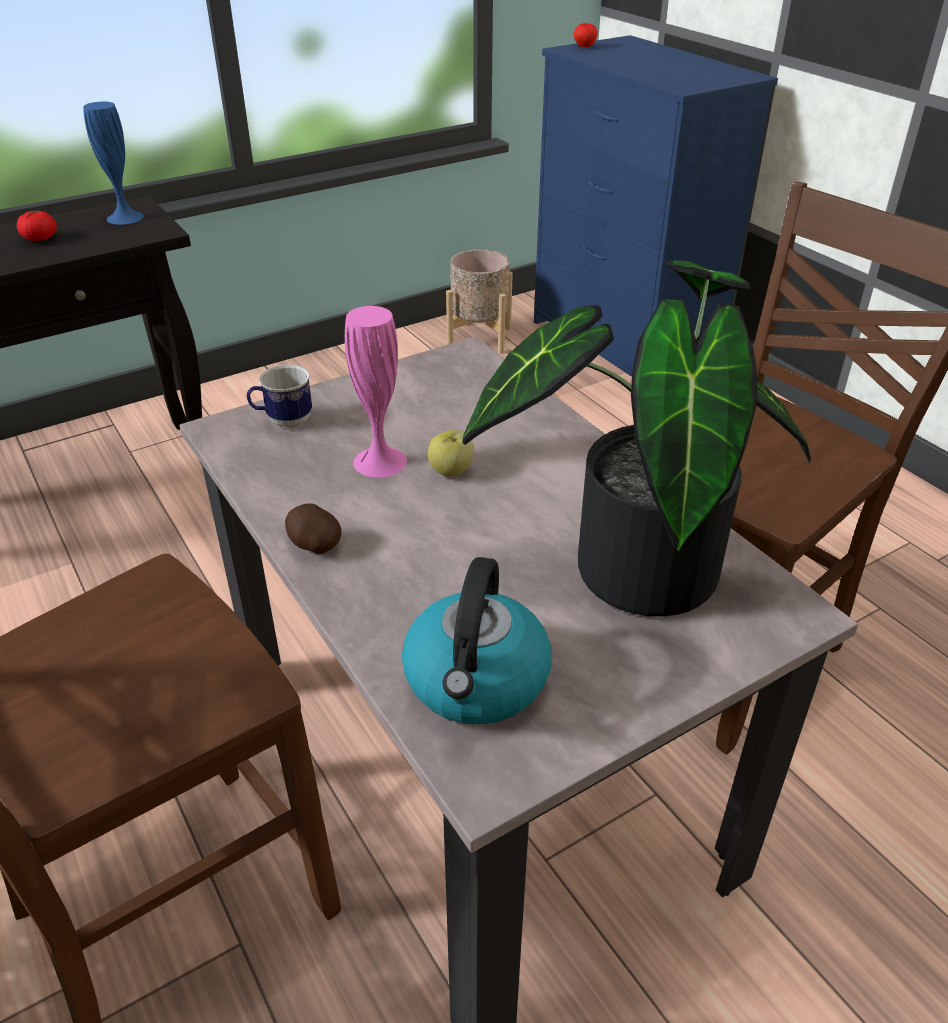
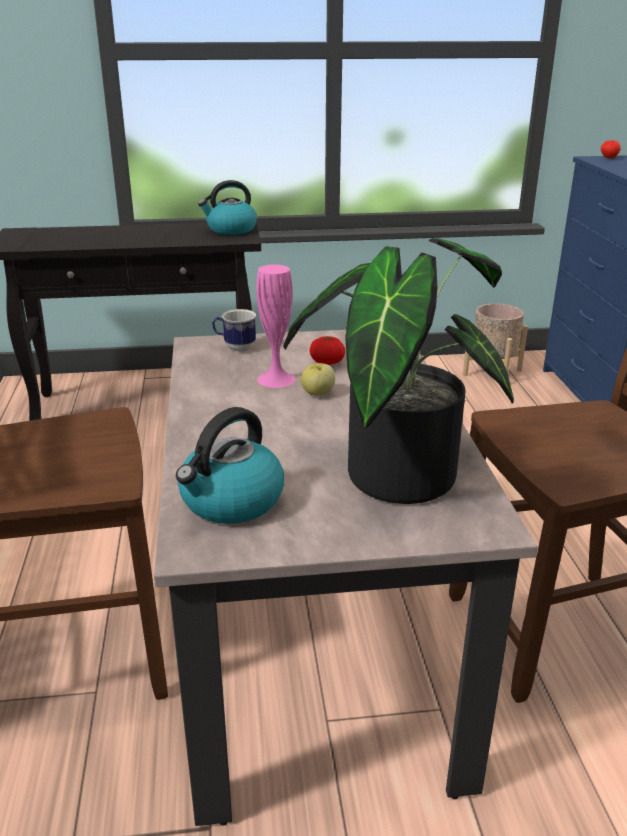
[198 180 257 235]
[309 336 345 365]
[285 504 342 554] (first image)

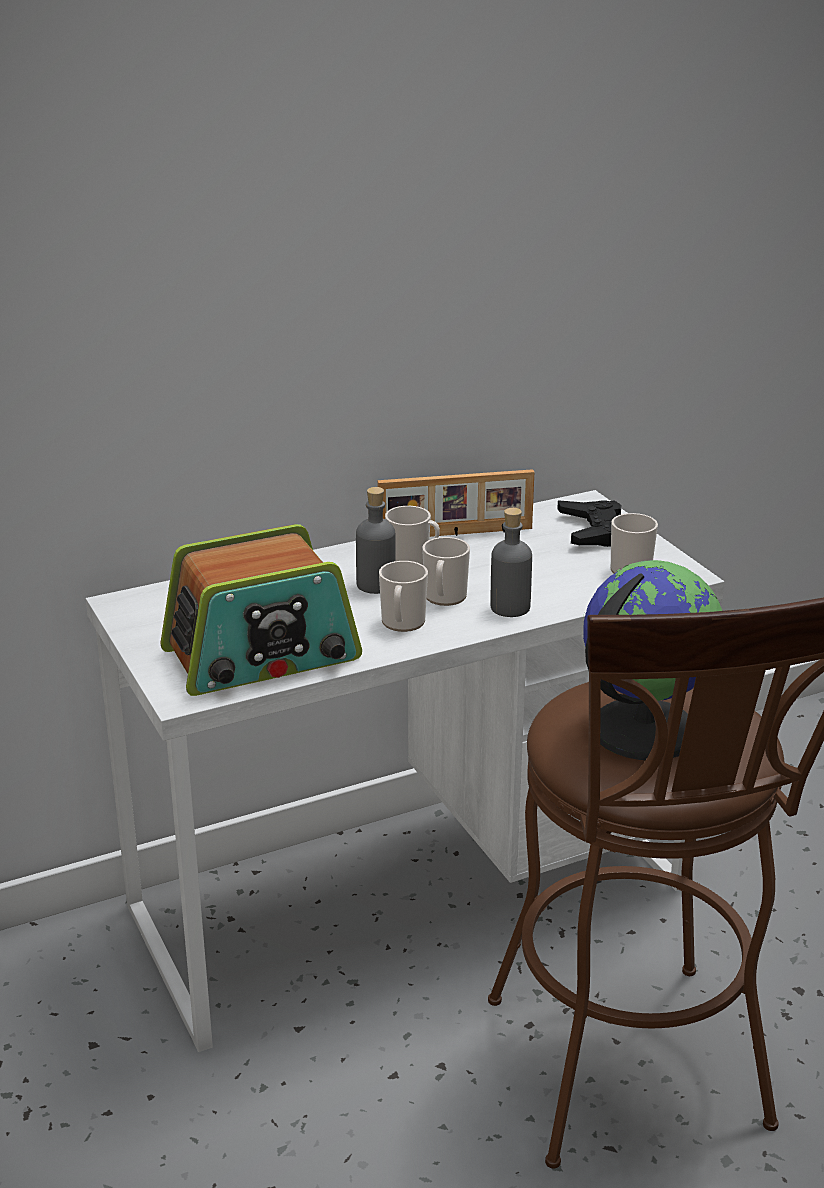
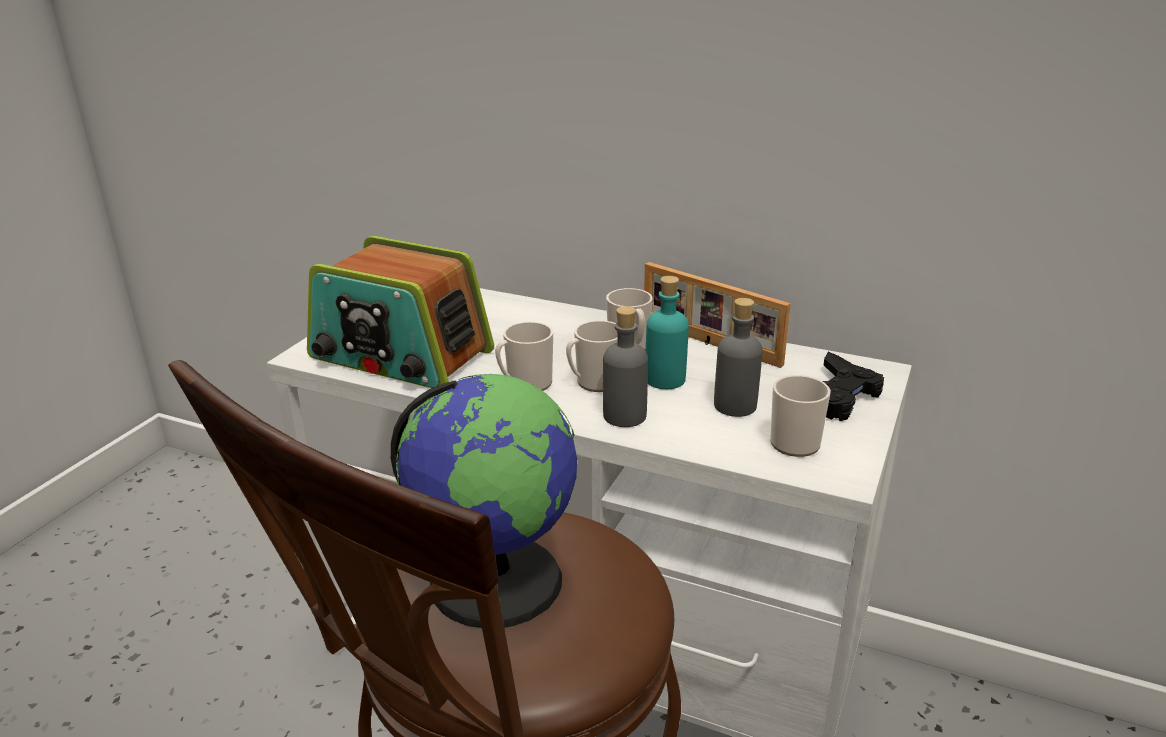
[714 298 763 417]
[646 276 689 389]

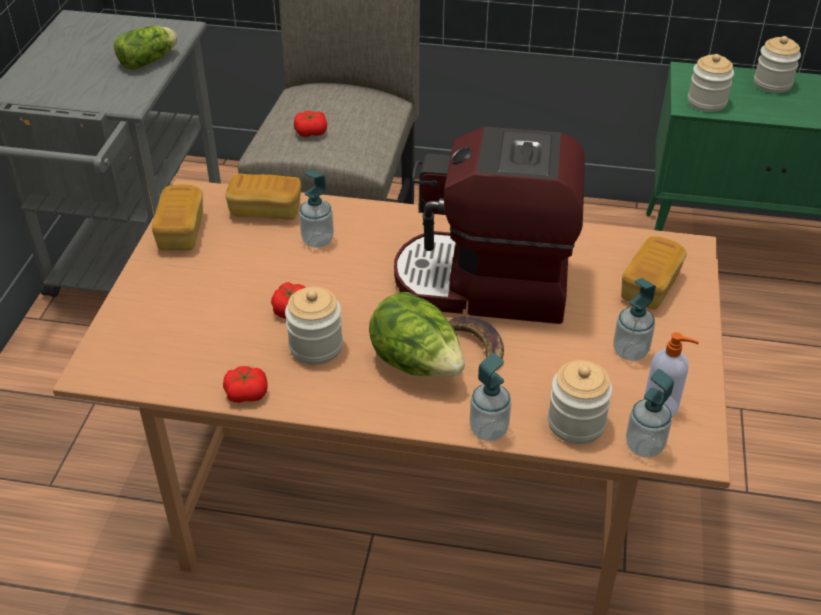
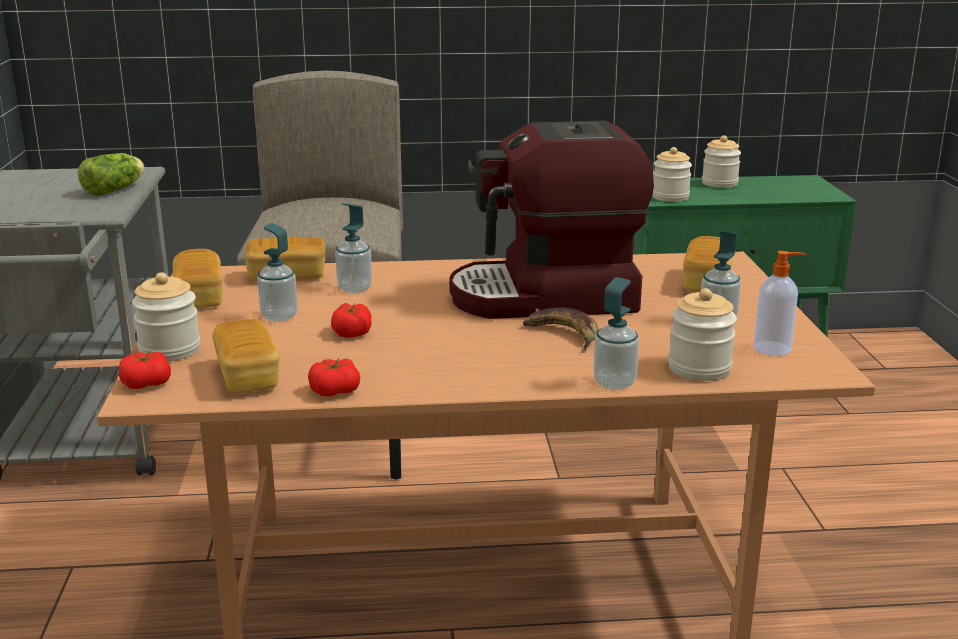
[119 352 171 389]
[132 272 200 361]
[369 292 465 376] (first image)
[257 223 298 322]
[212 319 280 393]

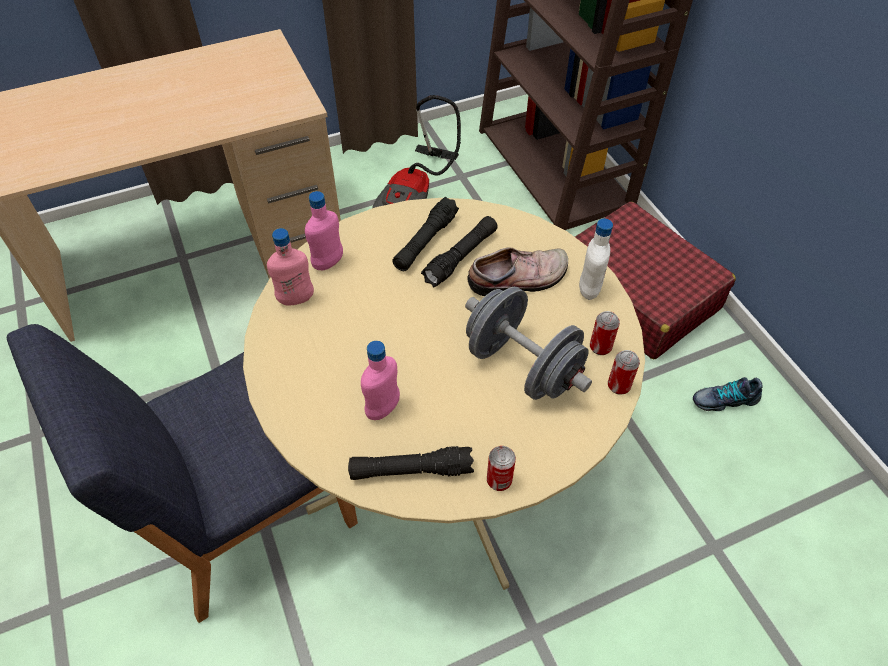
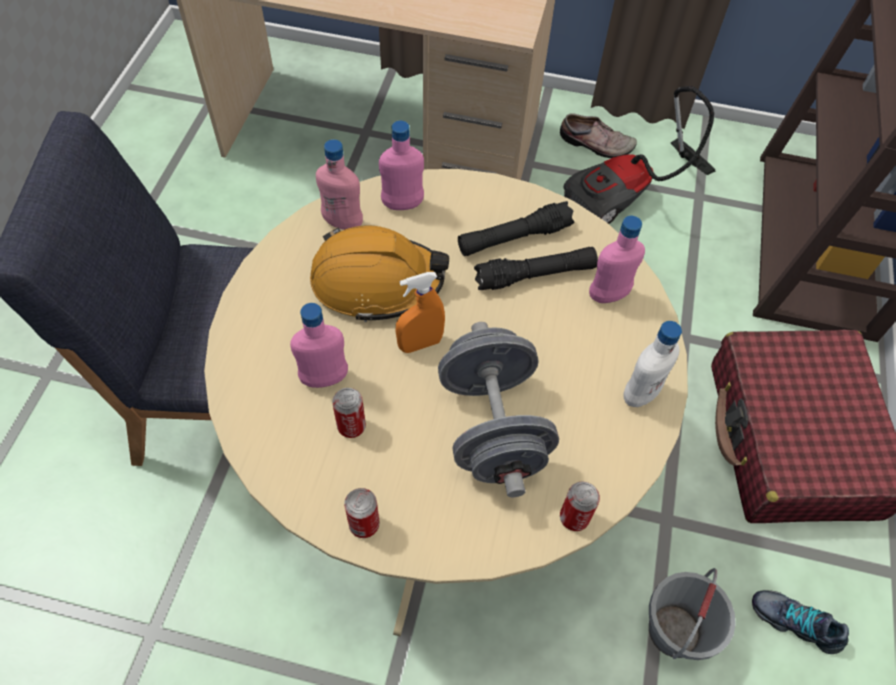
[560 113 637 158]
[332 388 366 438]
[348 446 474 480] (first image)
[589 216 645 303]
[310 225 449 322]
[396 272 445 353]
[649 568 736 660]

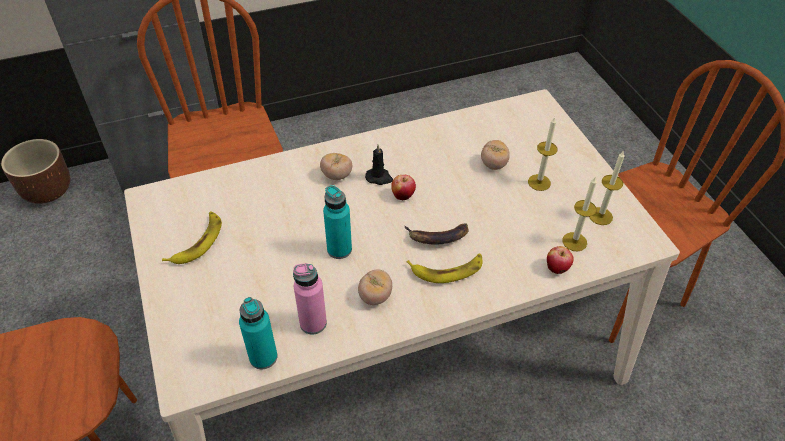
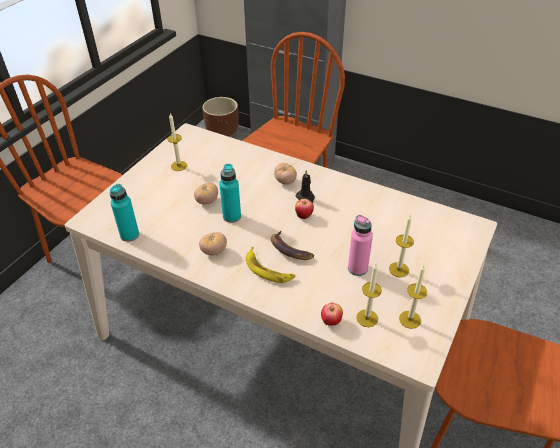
[194 182 218 205]
[167 114 187 171]
[348 215 373 276]

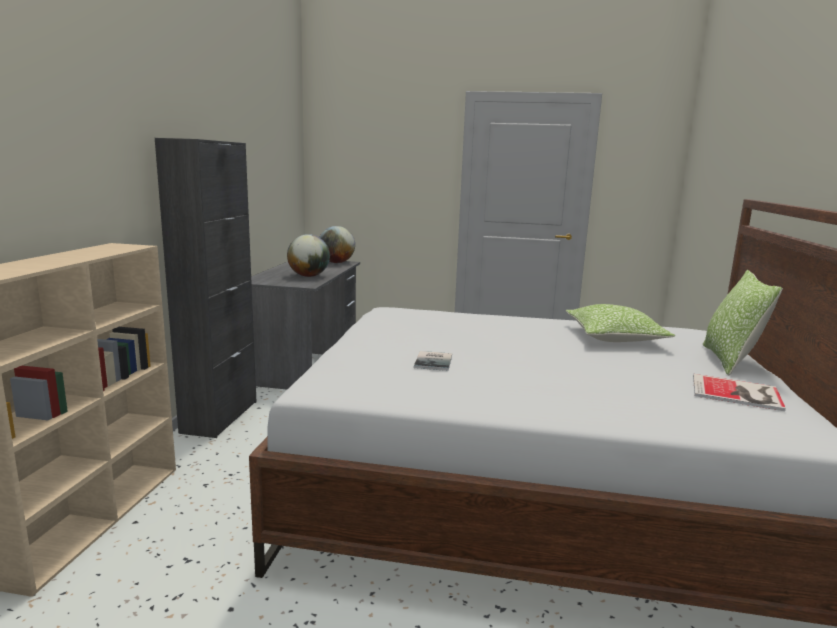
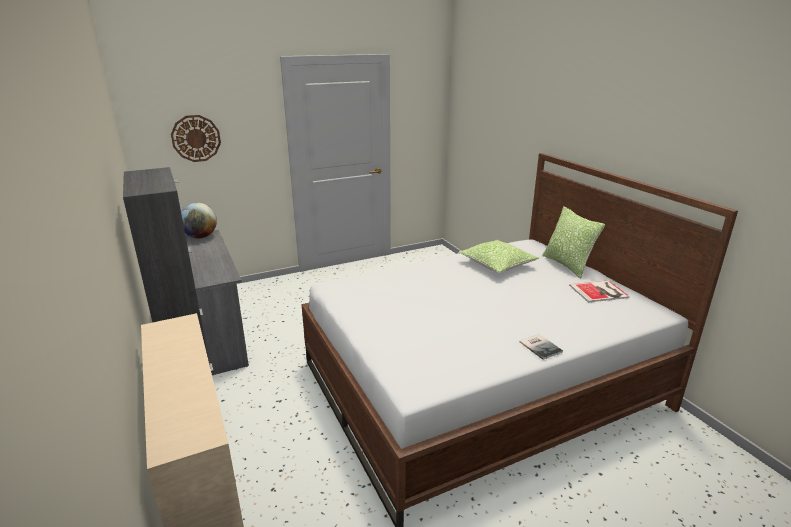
[287 234 330 277] (first image)
[520 334 563 360]
[171 115 221 162]

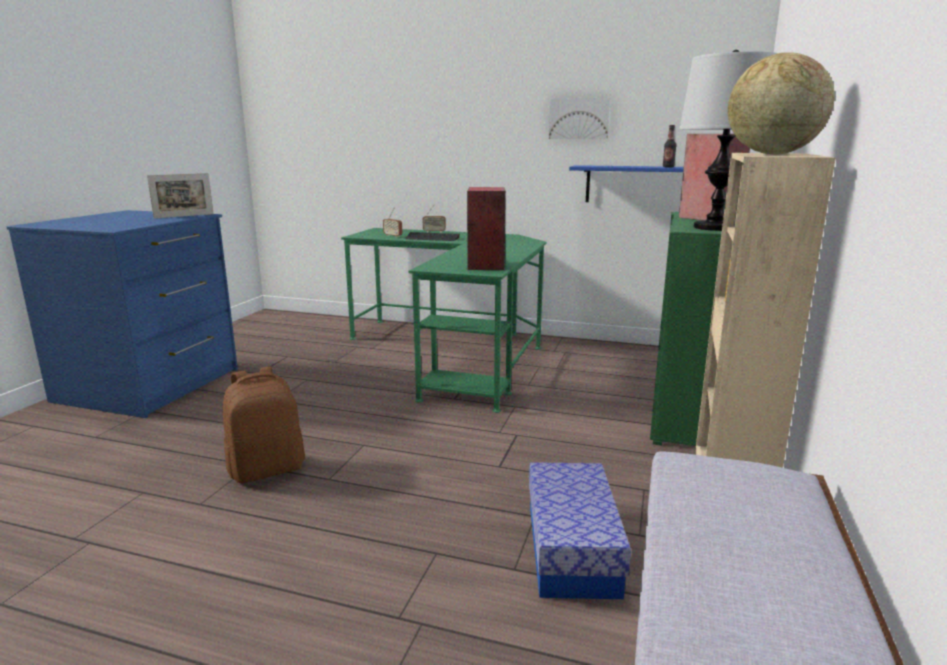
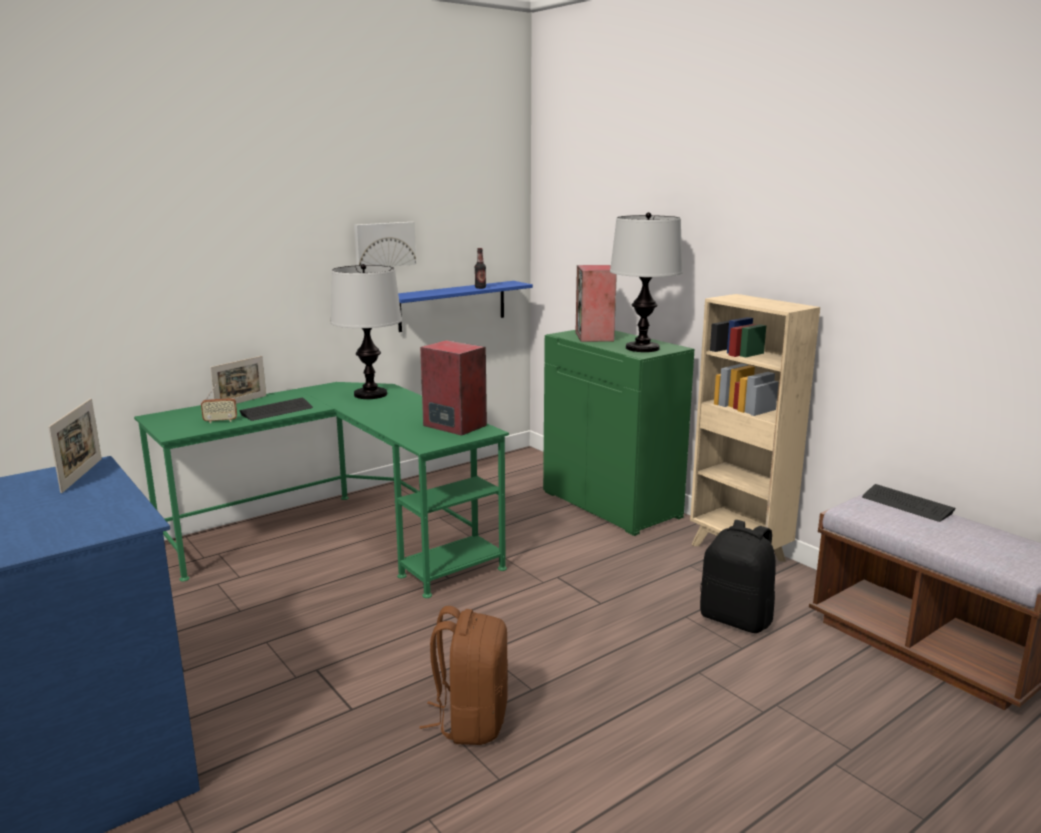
[728 52 835 155] (first image)
[210 356 266 404]
[700 520 775 633]
[331 264 402 399]
[862 484 956 522]

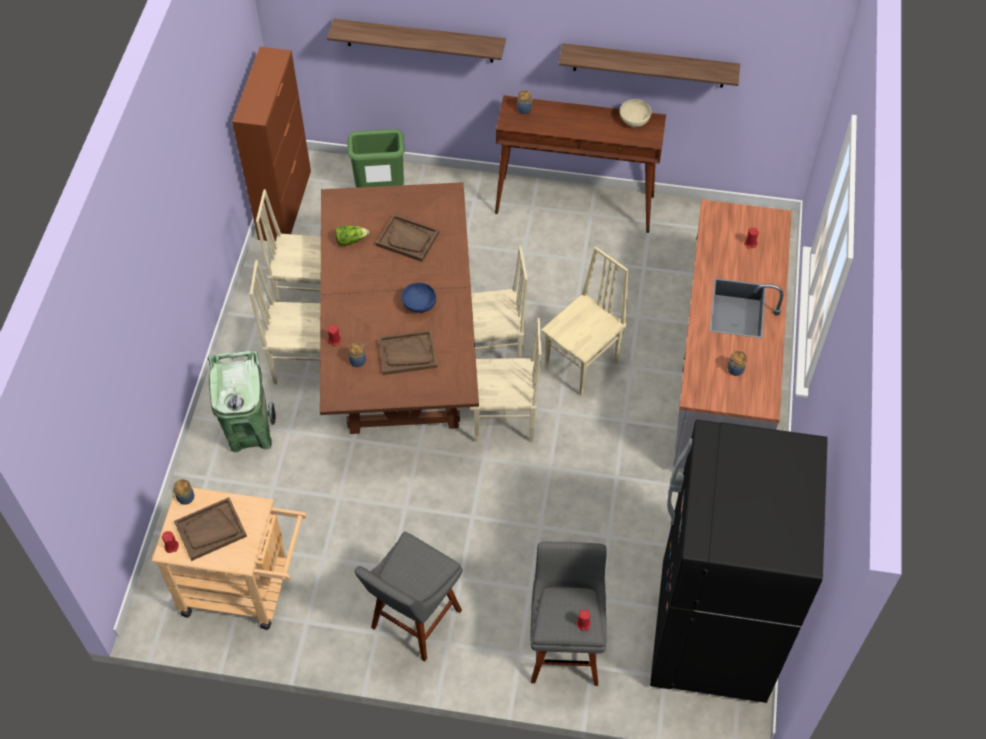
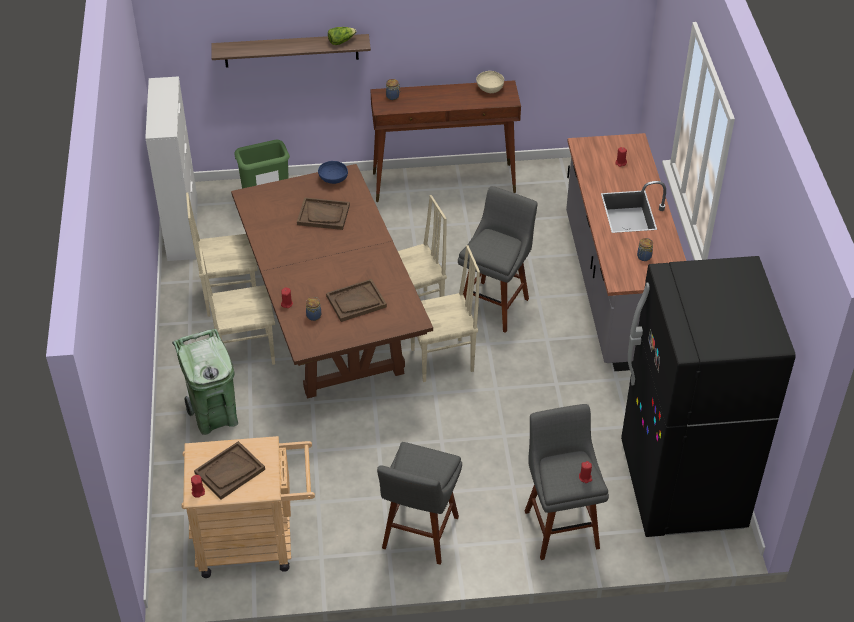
[558 43 740 88] (first image)
[145 76 198 261]
[328 27 356 45]
[458 186 538 333]
[318 161 348 184]
[172 479 194 505] (first image)

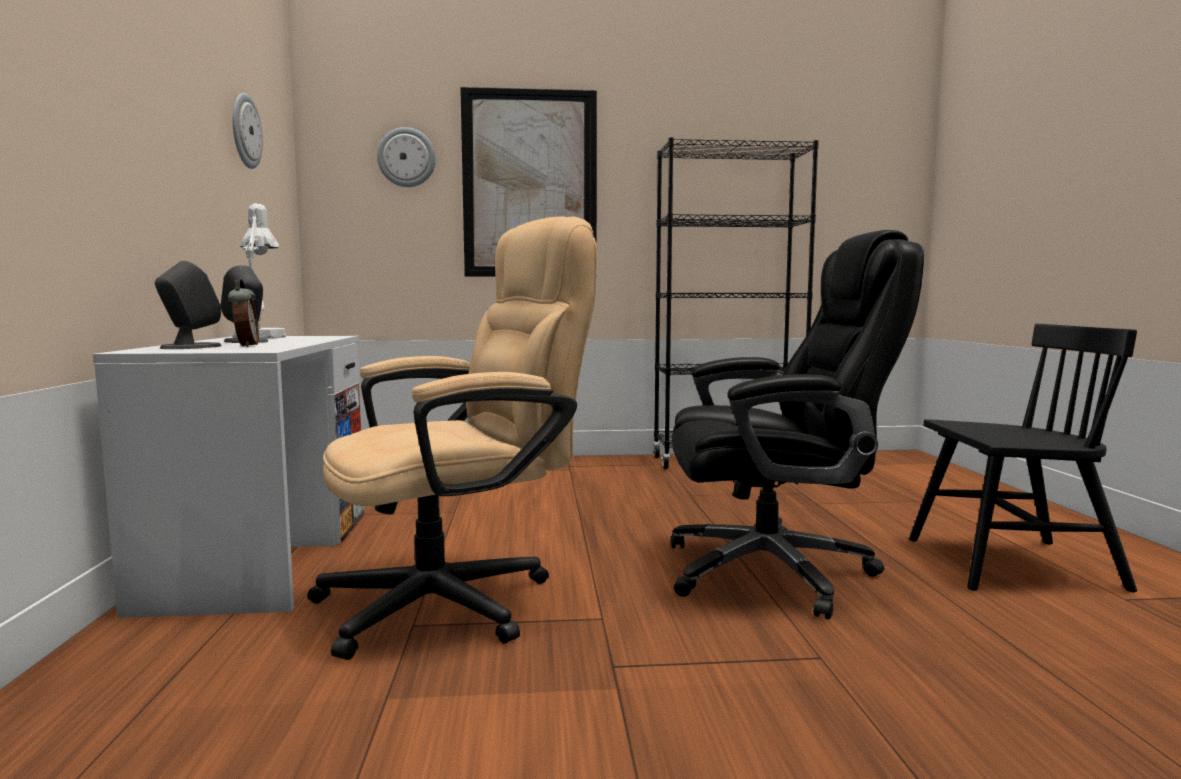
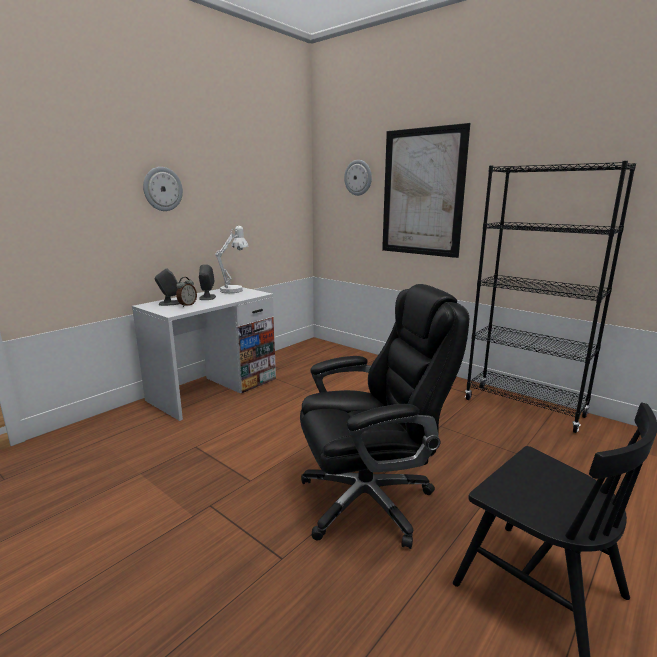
[143 167 183 211]
[307 216 597 660] (first image)
[300 284 469 549]

